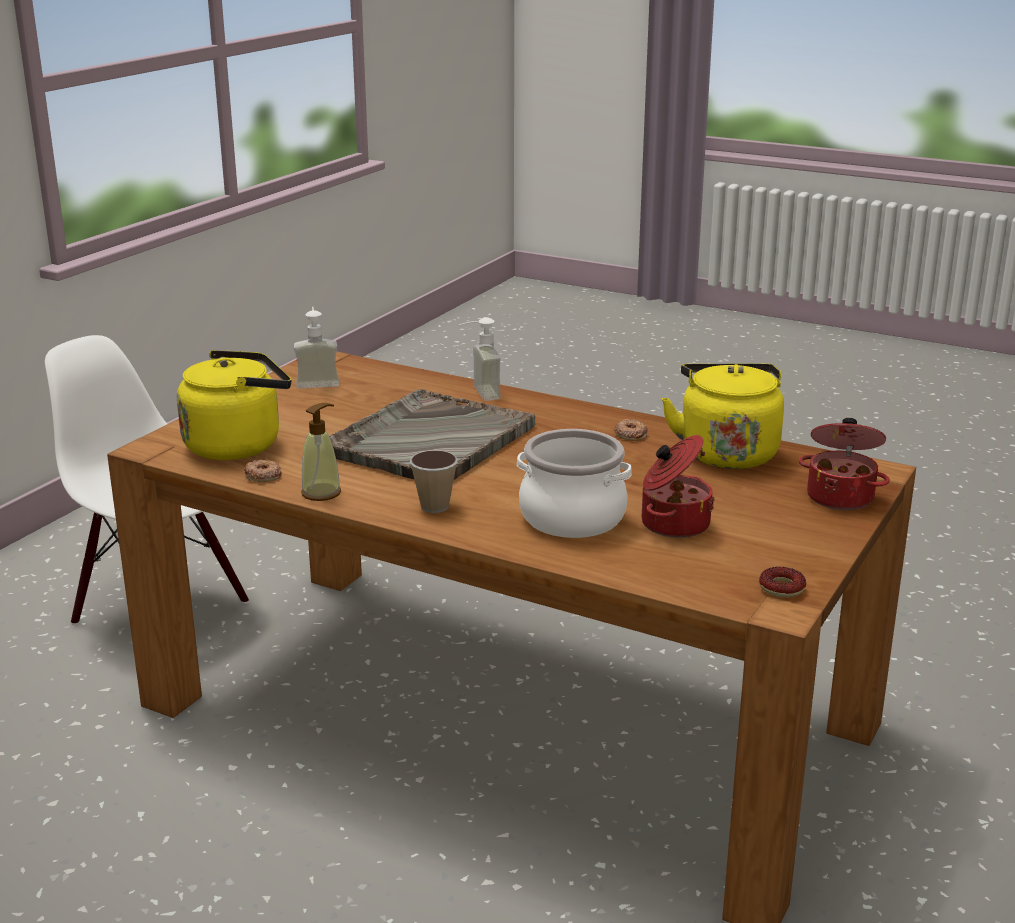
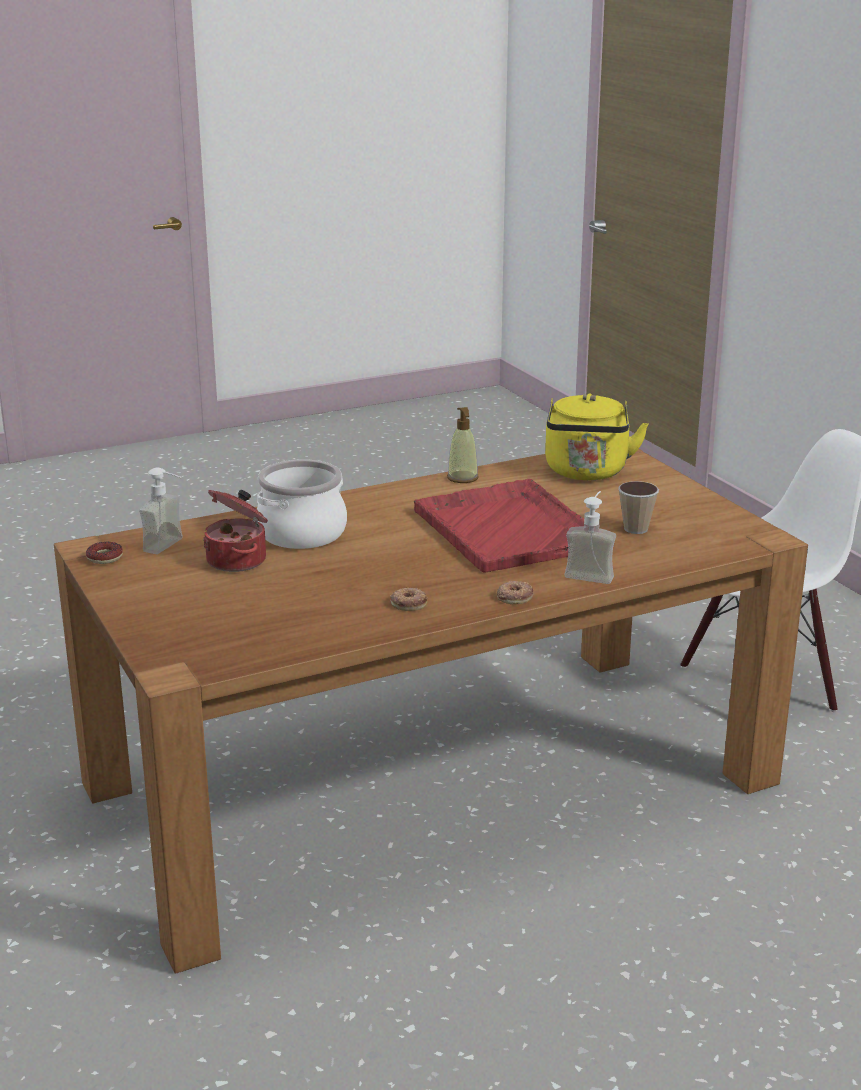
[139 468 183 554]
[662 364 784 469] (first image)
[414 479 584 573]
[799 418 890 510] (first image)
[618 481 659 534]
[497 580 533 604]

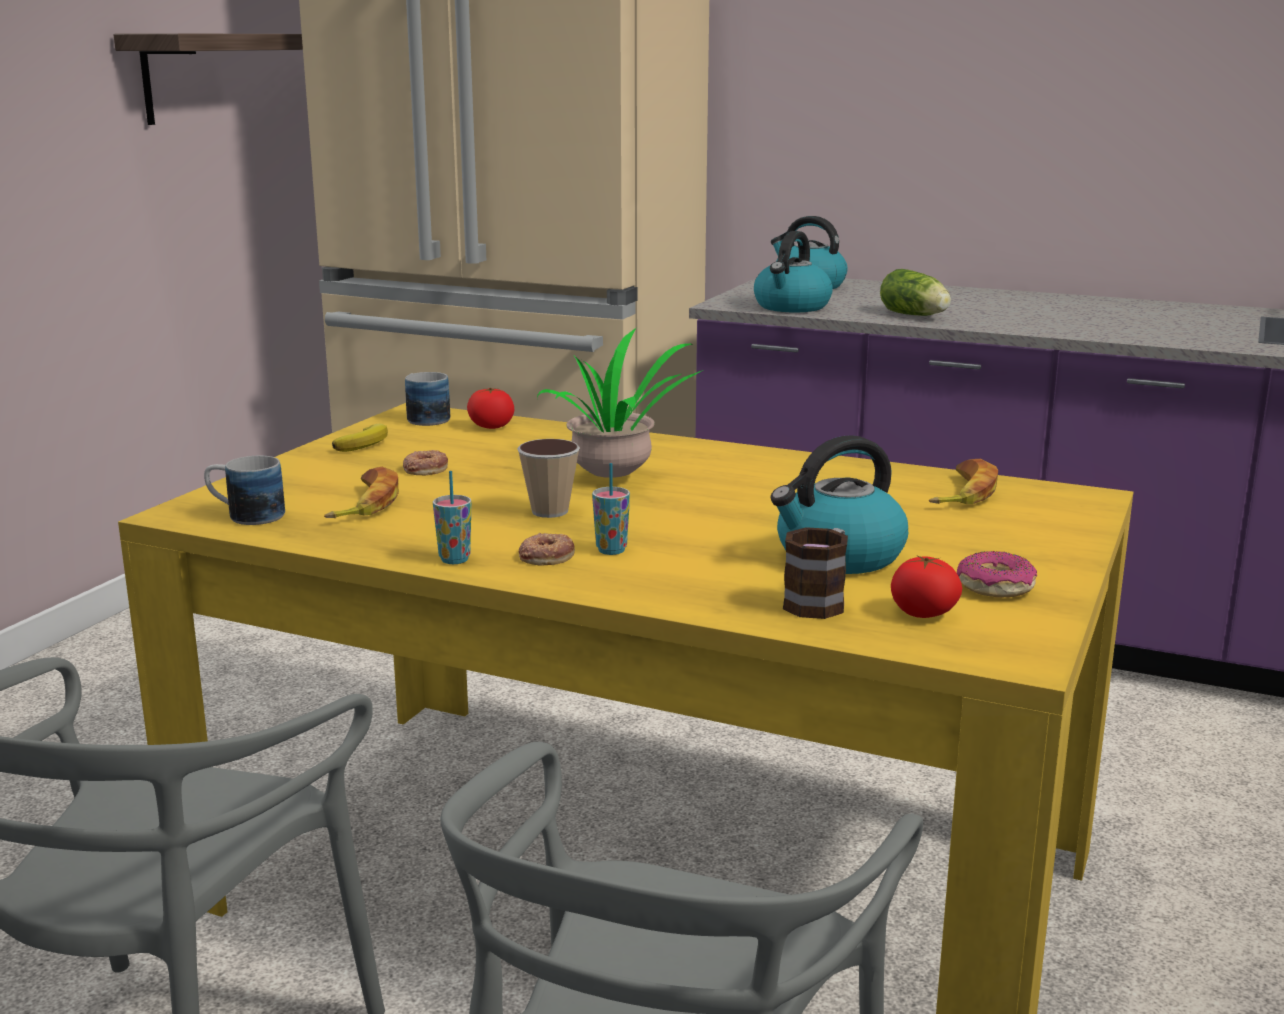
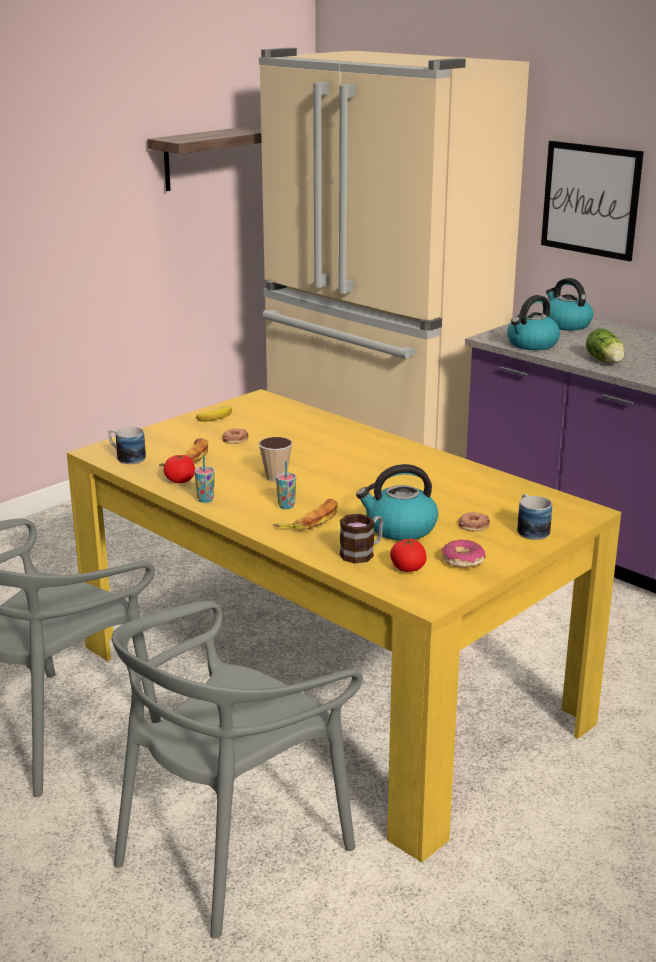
[537 328 703 478] (first image)
[517 494 552 540]
[164 455 195 483]
[273 499 338 530]
[458 511 490 532]
[541 141 644 261]

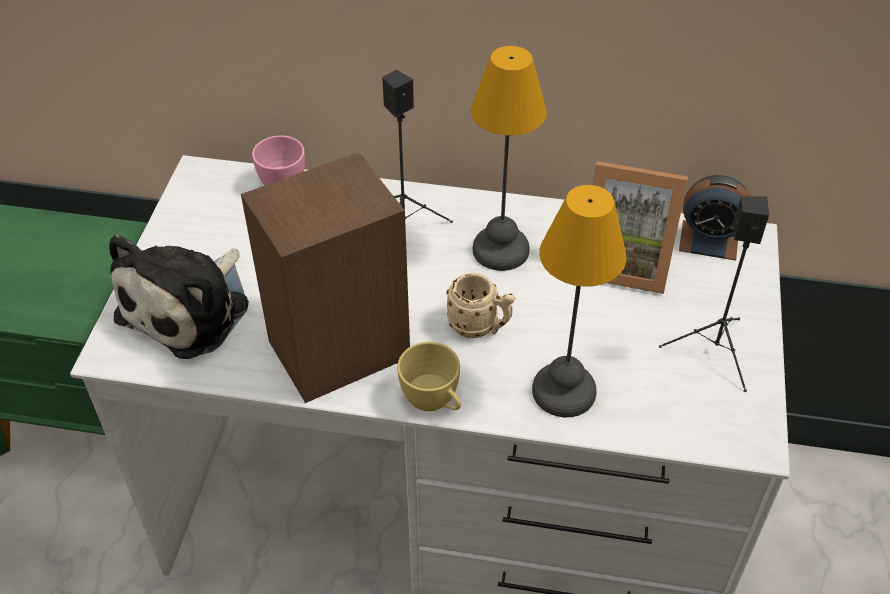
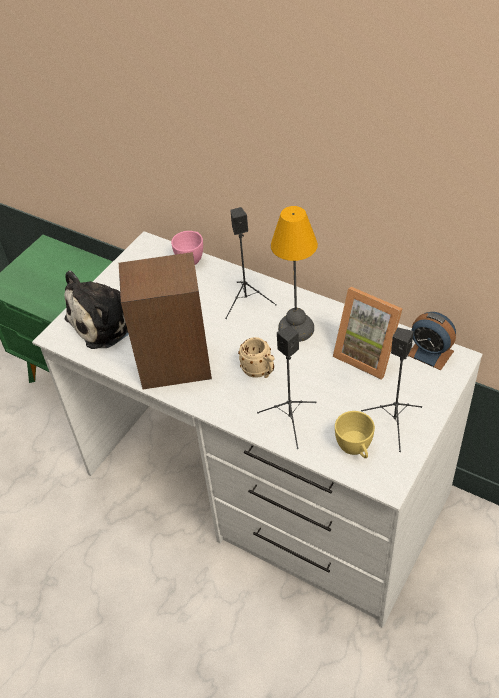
[257 326 316 449]
[335 411 375 458]

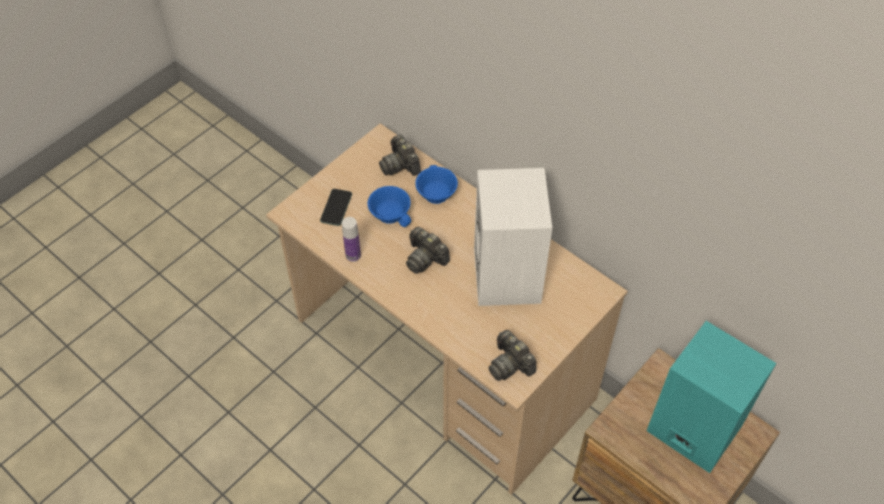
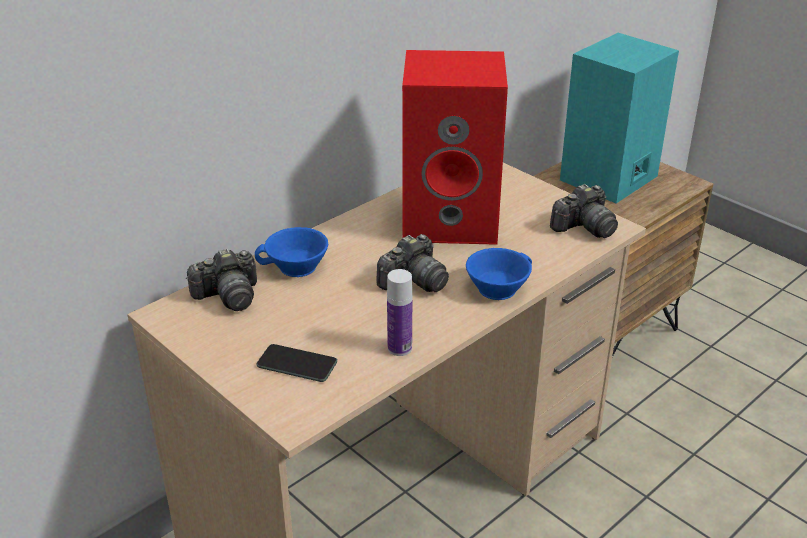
[402 50 508 245]
[466 248 532 300]

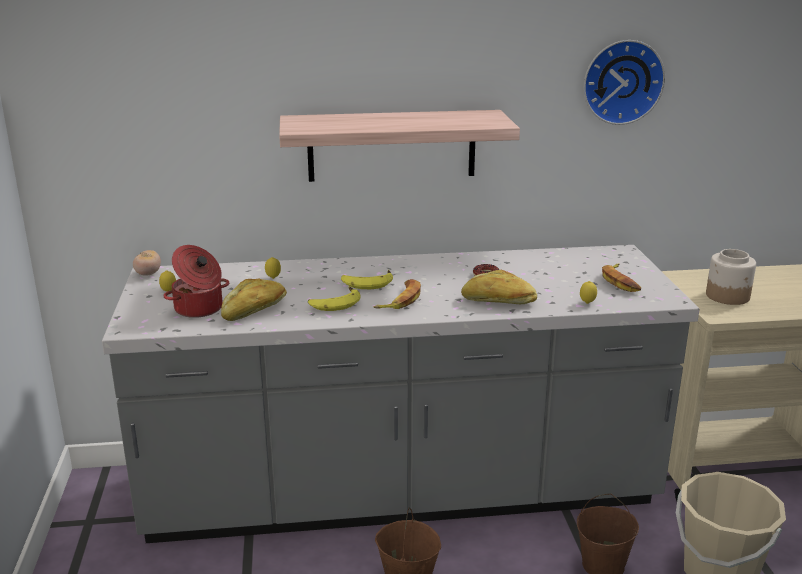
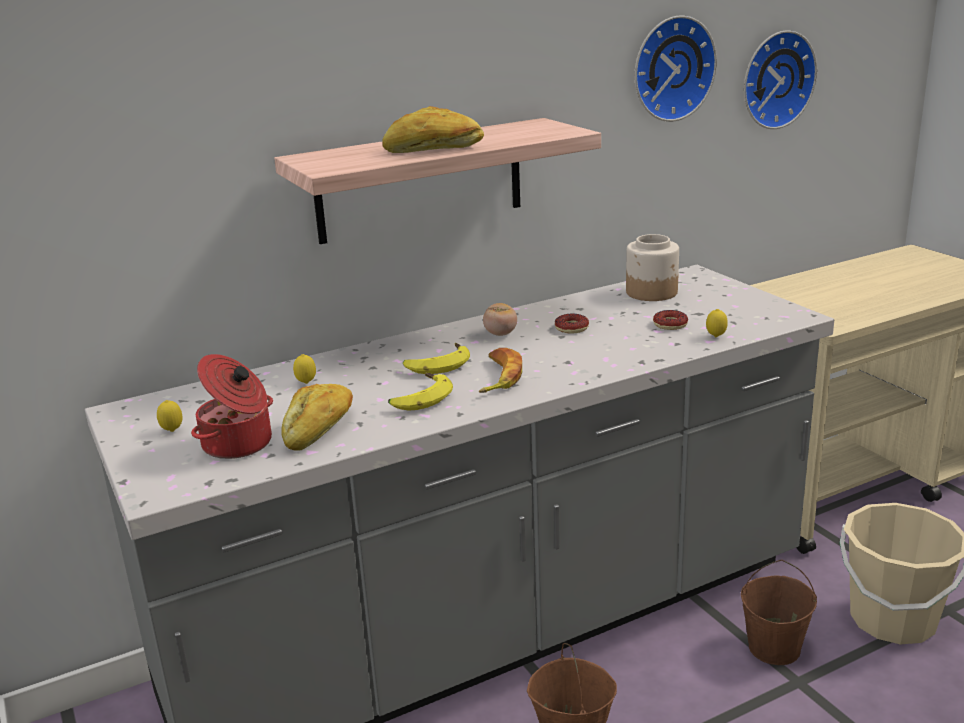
[626 234 679 301]
[483 303 517 336]
[602 264 641 292] (first image)
[382 106 484 153]
[744 30 817 129]
[653 310 688 330]

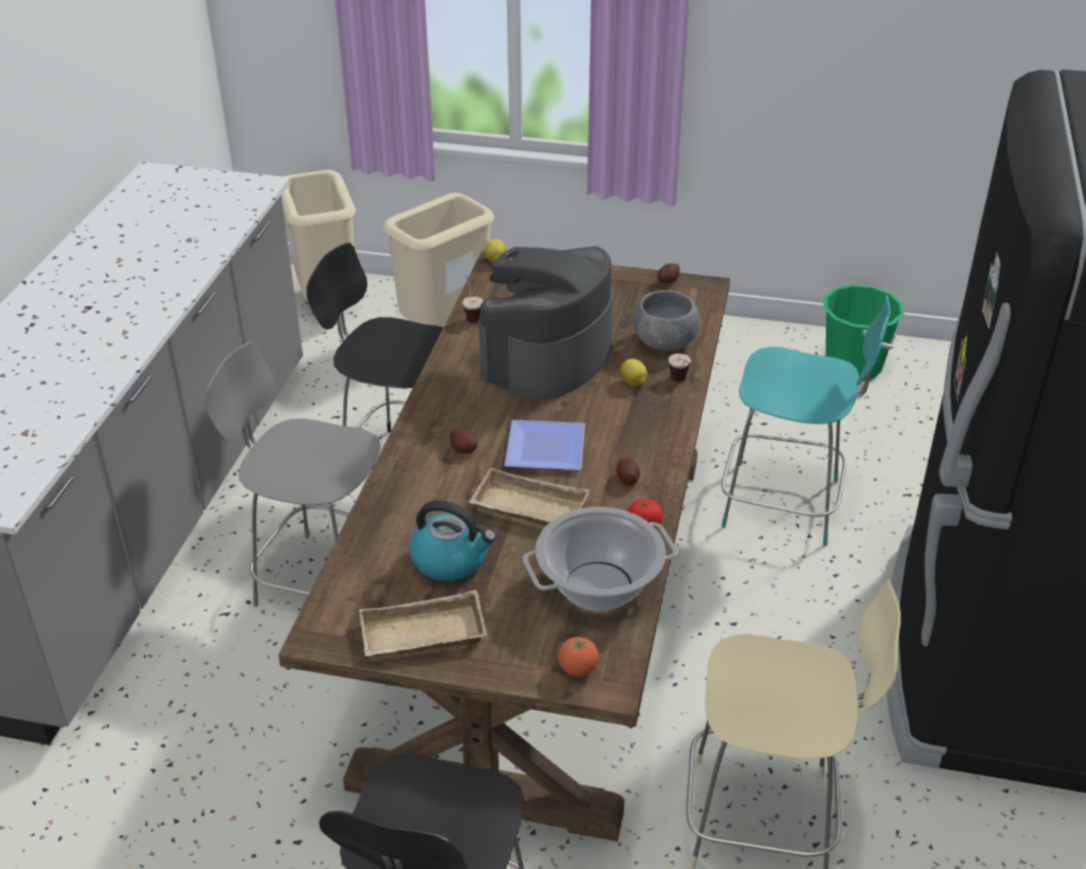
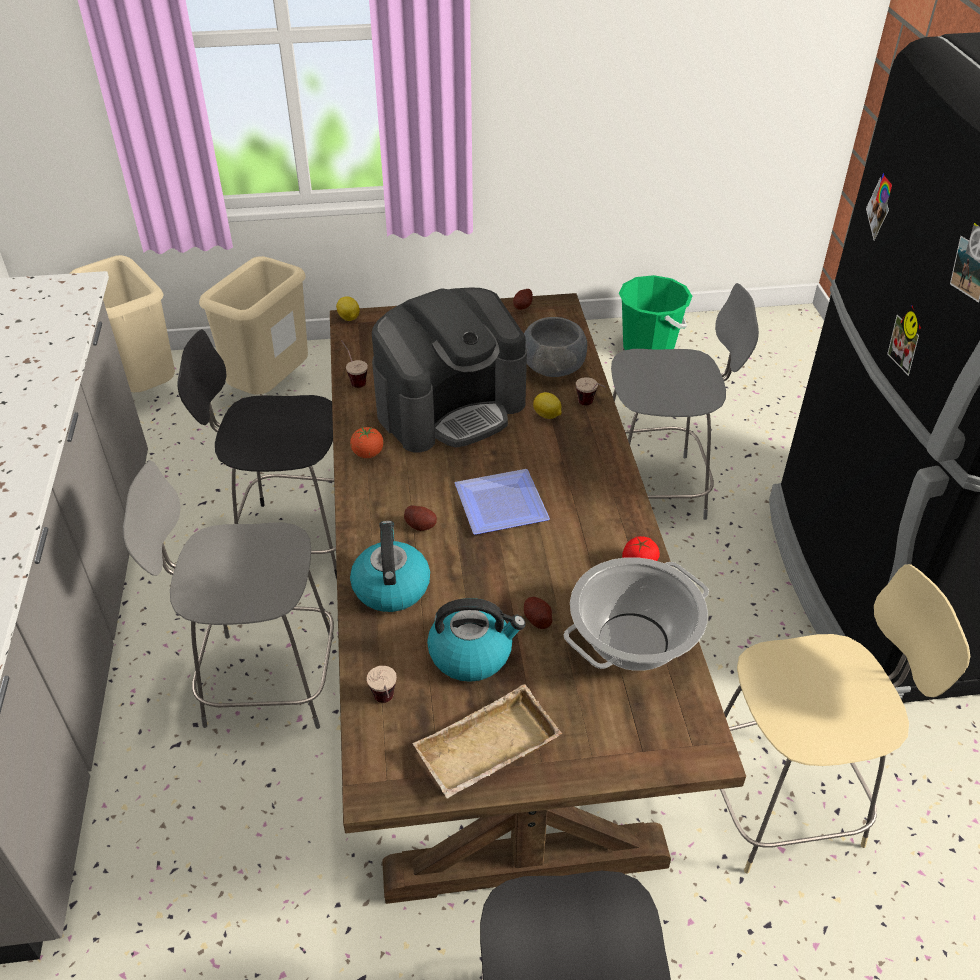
[372 287 527 452]
[611 283 759 520]
[524 597 552 629]
[469 467 590 527] (first image)
[350 427 384 458]
[350 521 430 612]
[367 666 397 703]

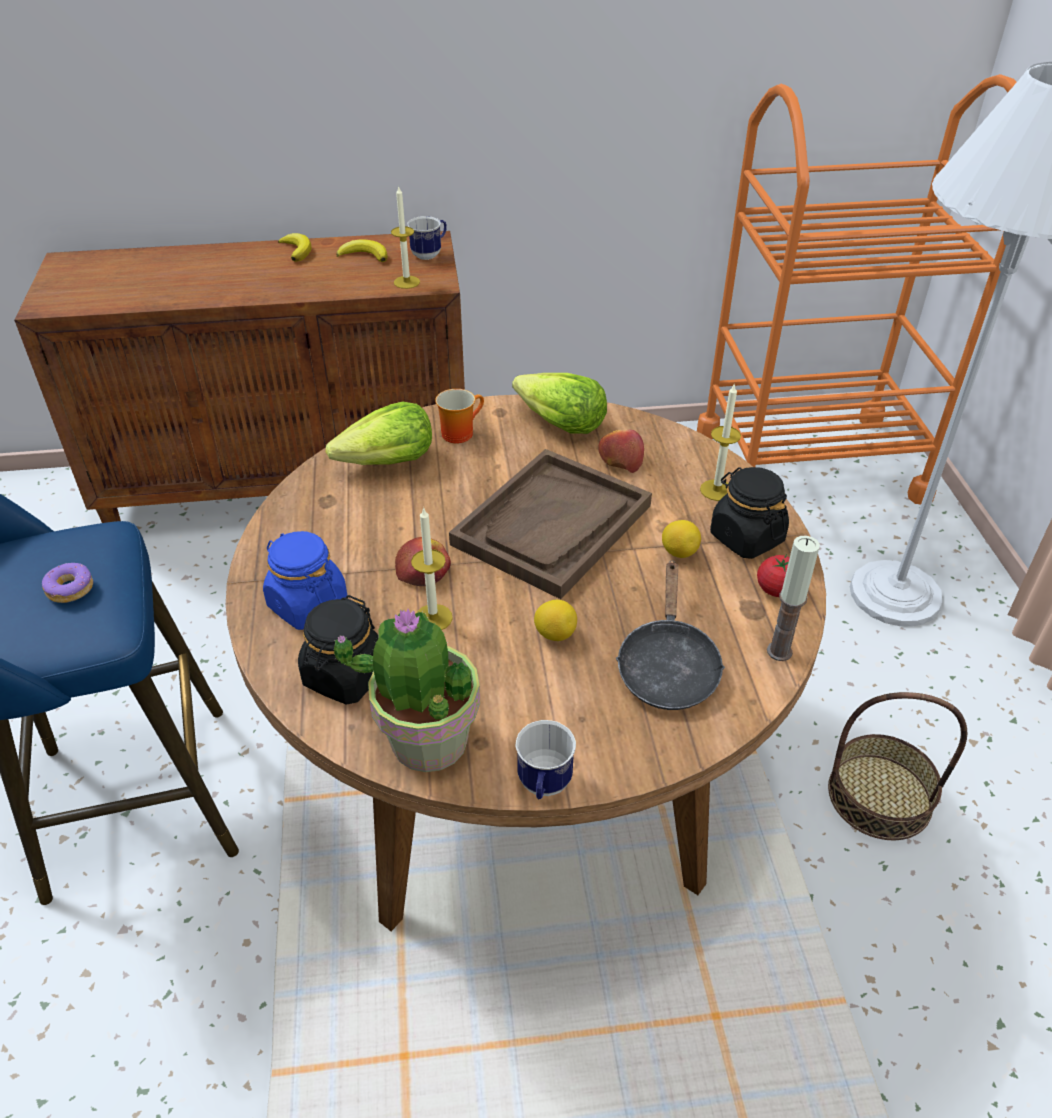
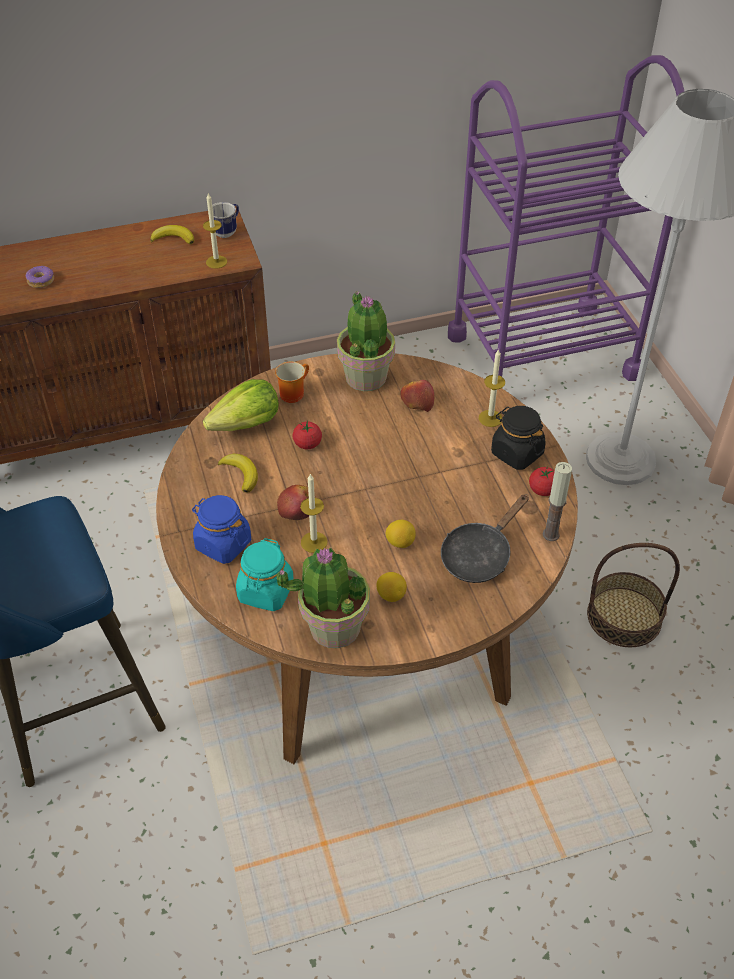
[448 55 685 389]
[218 454 258 492]
[337 291 395 391]
[449 449 652 599] (first image)
[376 572 407 602]
[441 494 529 583]
[26 266 54 288]
[236 538 294 611]
[515 720 576 799] (first image)
[293 420 322 449]

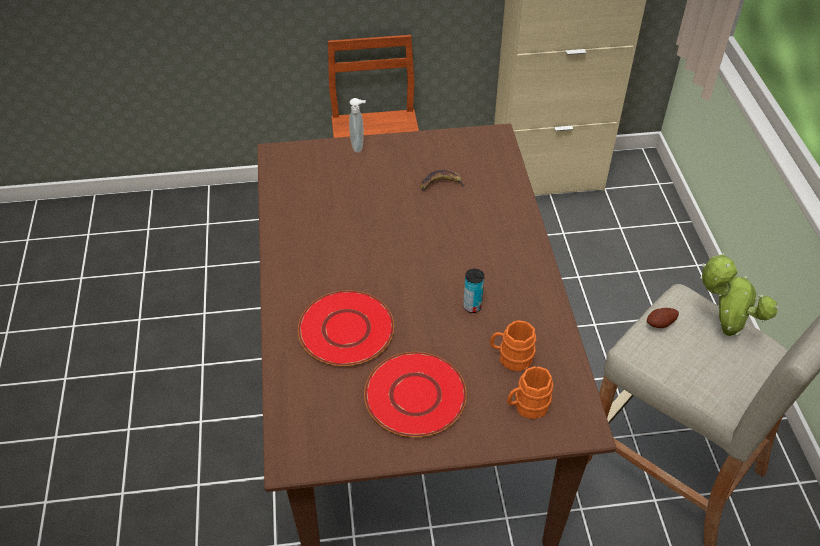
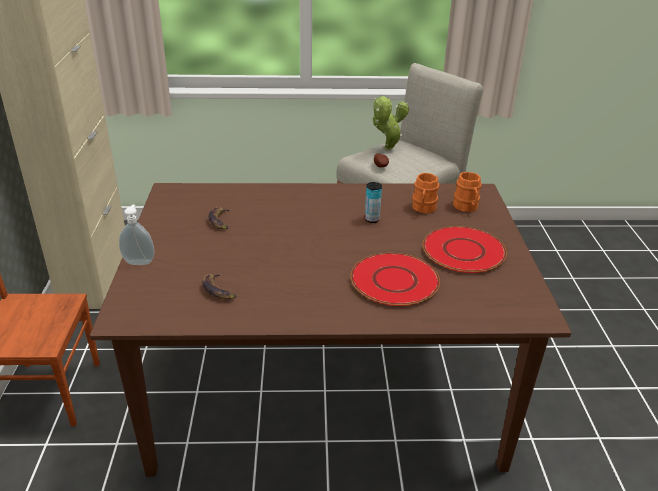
[202 274 236 300]

